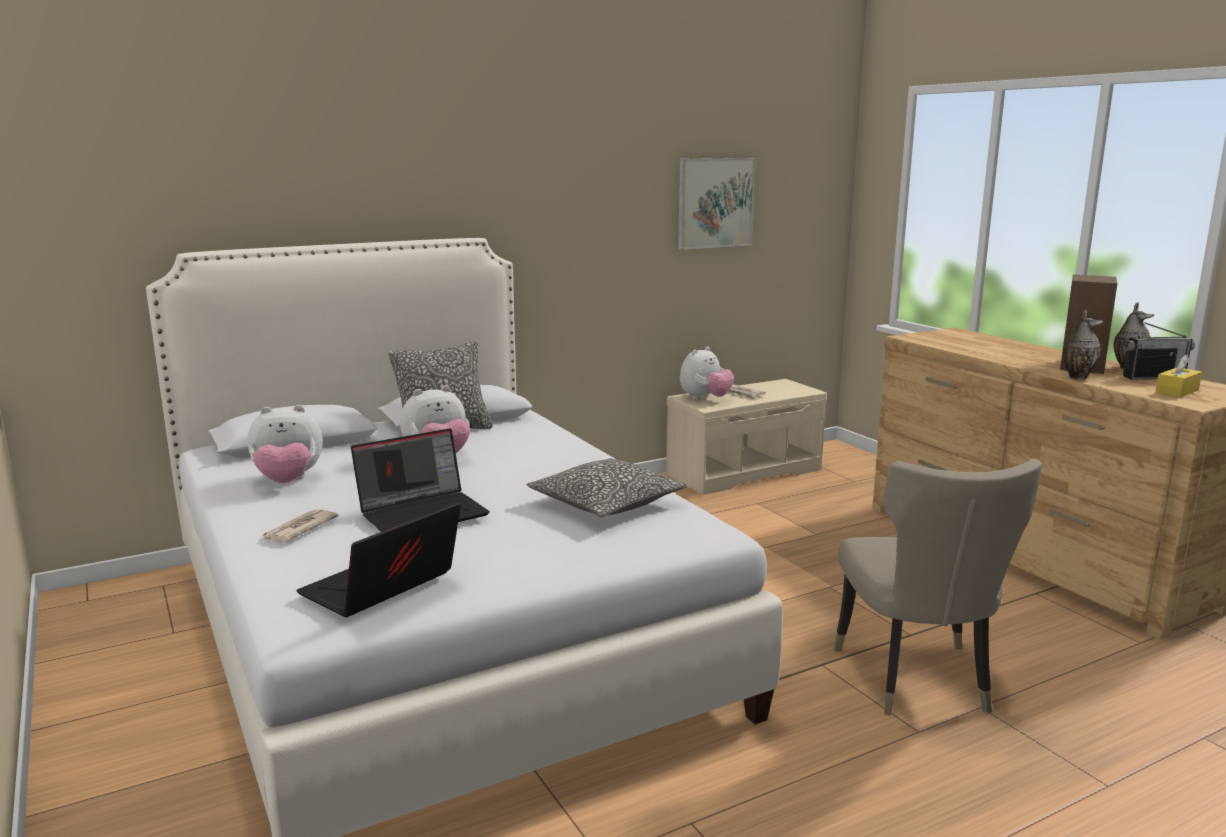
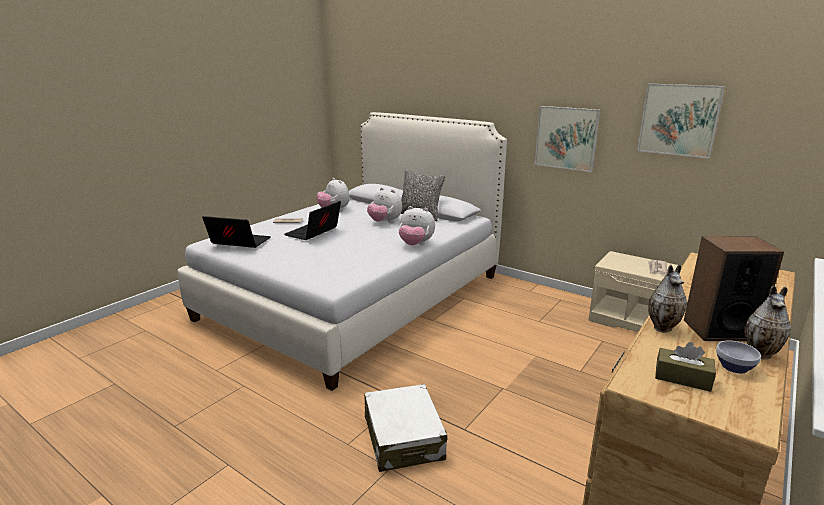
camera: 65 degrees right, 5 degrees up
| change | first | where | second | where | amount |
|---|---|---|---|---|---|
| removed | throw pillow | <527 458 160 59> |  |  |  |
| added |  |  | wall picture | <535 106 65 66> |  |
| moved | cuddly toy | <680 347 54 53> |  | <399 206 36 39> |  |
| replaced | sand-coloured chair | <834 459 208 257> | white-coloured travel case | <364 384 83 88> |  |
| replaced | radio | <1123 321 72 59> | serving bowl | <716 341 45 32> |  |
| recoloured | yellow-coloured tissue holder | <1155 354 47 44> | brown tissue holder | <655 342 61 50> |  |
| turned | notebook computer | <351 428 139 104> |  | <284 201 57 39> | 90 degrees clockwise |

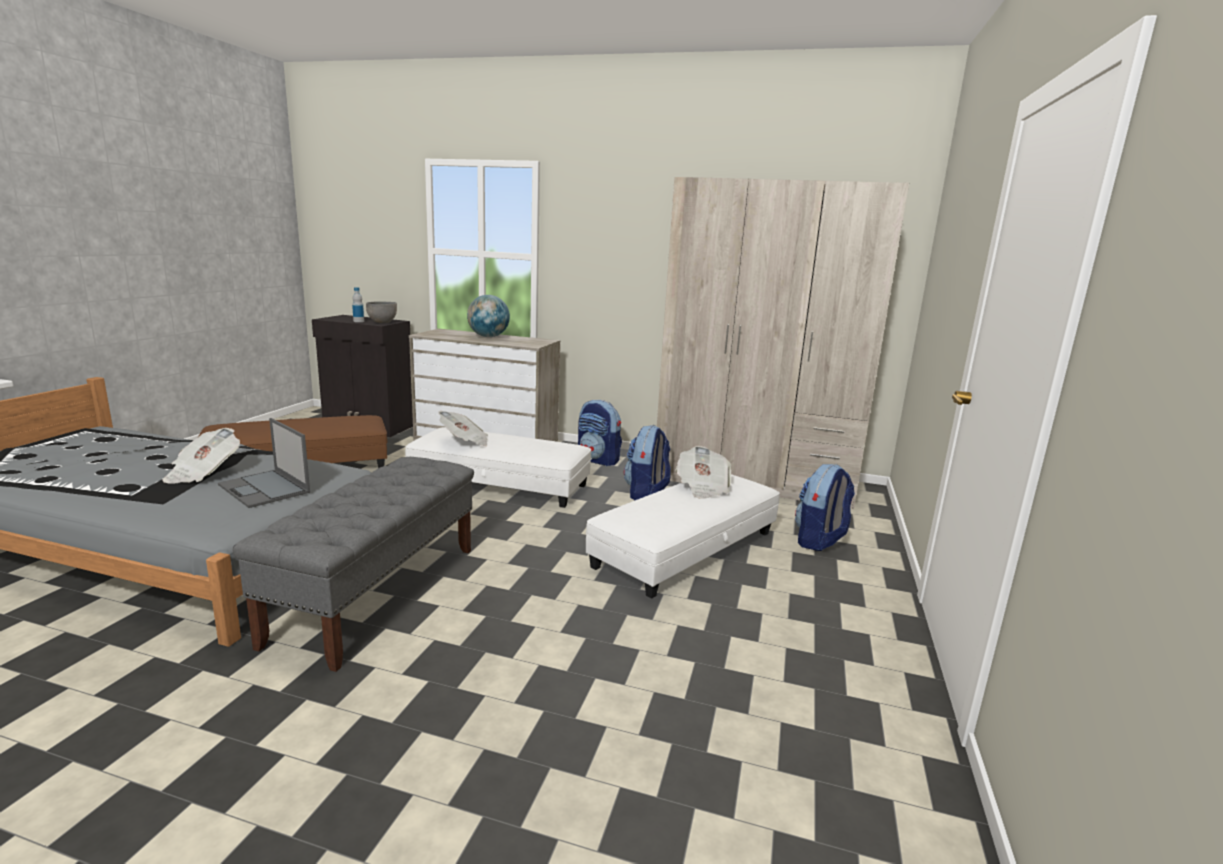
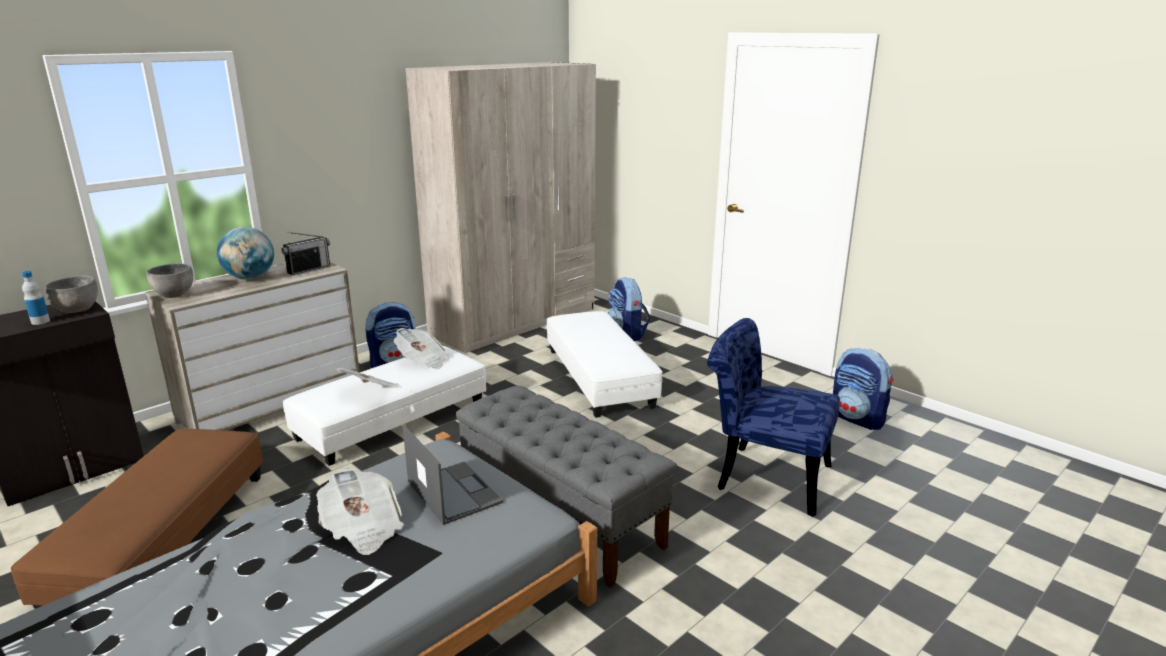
camera: 60 degrees left, 5 degrees up
| change | first | where | second | where | amount |
|---|---|---|---|---|---|
| added |  |  | grey serving bowl | <146 263 47 35> |  |
| added |  |  | radio | <281 232 49 43> |  |
| added |  |  | blue chair | <707 318 133 199> |  |
| moved | rucksack | <624 425 47 75> |  | <833 348 61 82> |  |
| moved | daily paper | <675 446 56 53> |  | <394 328 55 41> |  |
| turned | notebook computer | <218 418 92 90> |  | <402 425 101 100> | 105 degrees counterclockwise |

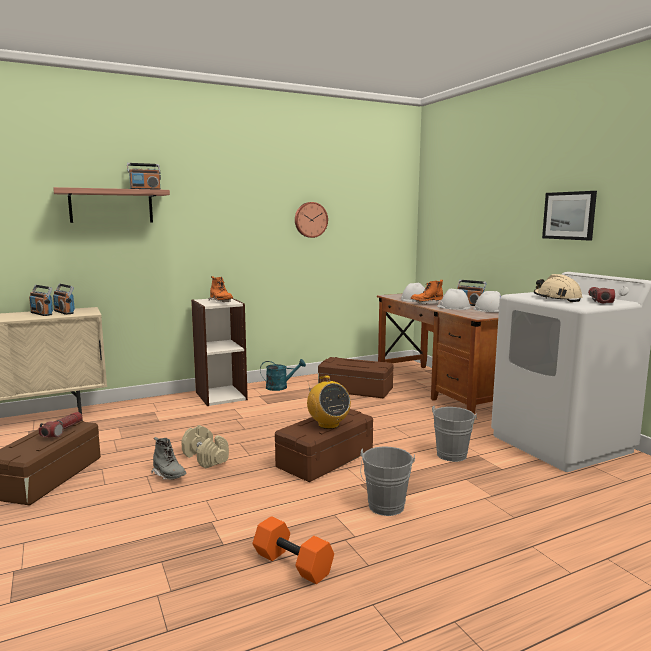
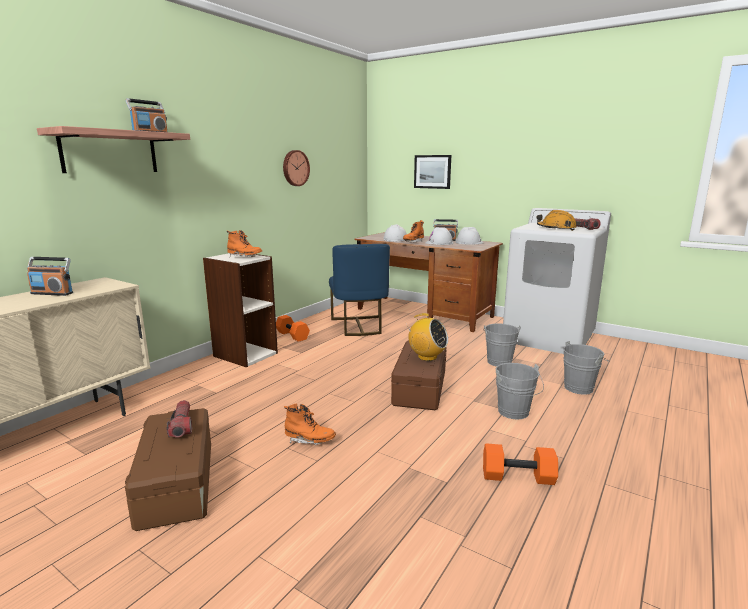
camera: 30 degrees left, 5 degrees up
| change | first | where | second | where | amount |
|---|---|---|---|---|---|
| removed | radio | <53 284 22 31> |  |  |  |
| removed | sand-coloured dumbbell | <181 425 48 43> |  |  |  |
| added |  |  | grey bucket | <563 341 47 53> |  |
| moved | wall picture | <542 191 55 49> |  | <414 155 37 34> |  |
| replaced | turquoise sprinkling can | <260 359 46 32> | orange dumbbell | <276 315 34 27> |  |
| replaced | brown storage container | <318 357 75 41> | blue chair | <329 244 61 92> |  |
| recoloured | grey tall boot | <151 437 35 43> | orange tall boot | <284 404 52 41> |  |
| recoloured | sand-coloured hard hat | <534 274 48 28> | orange hard hat | <537 210 39 21> |  |

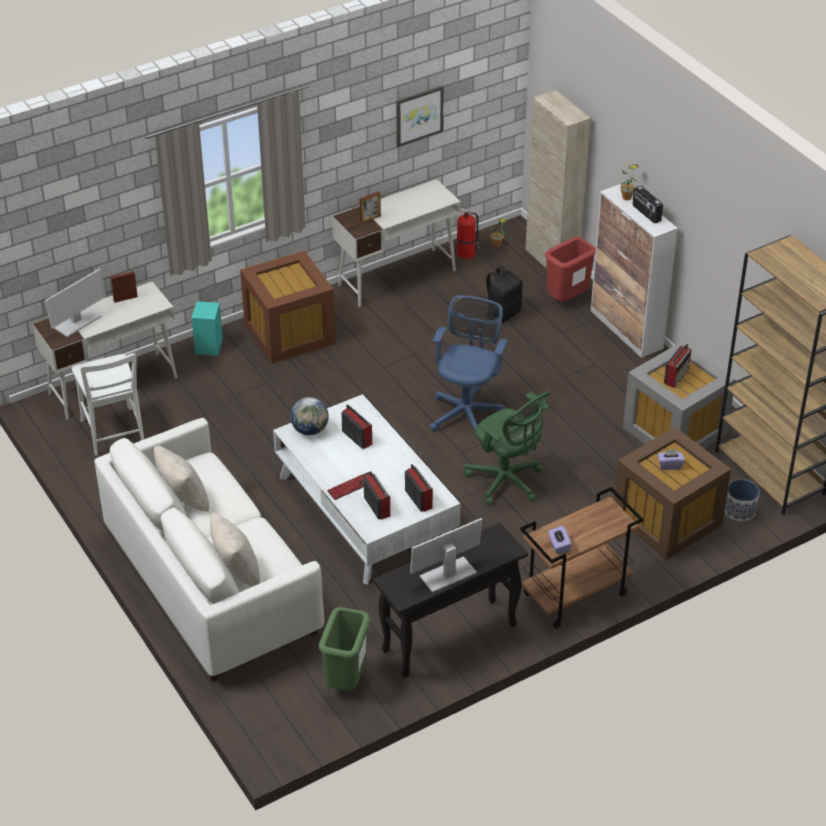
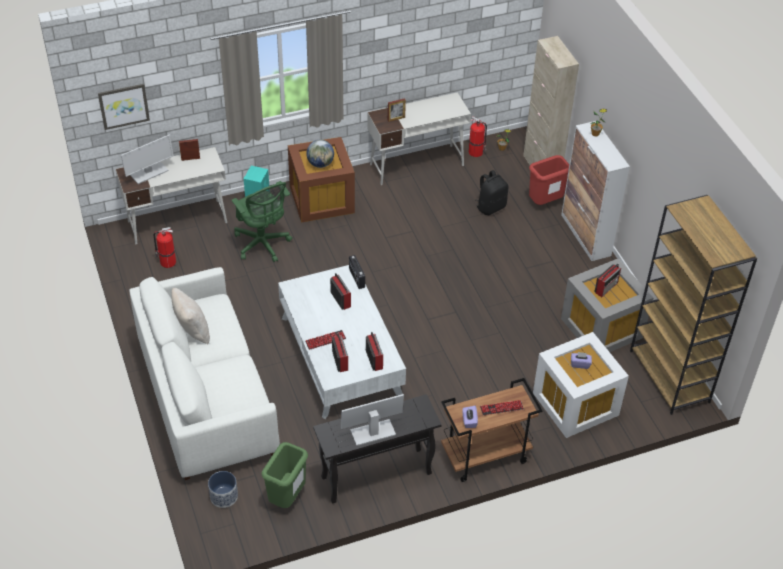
camera: 10 degrees right, 5 degrees up
| change | first | where | second | where | amount |
|---|---|---|---|---|---|
| removed | sand-coloured throw pillow | <210 512 50 74> |  |  |  |
| removed | blue office chair | <430 295 78 137> |  |  |  |
| added |  |  | keyboard | <480 400 44 15> |  |
| moved | globe | <290 397 39 38> |  | <306 140 28 28> |  |
| moved | wall picture | <396 86 48 61> |  | <98 84 52 46> |  |
| moved | green-coloured office chair | <464 391 87 114> |  | <232 181 60 81> |  |
| moved | radio | <633 186 30 38> |  | <349 255 16 34> |  |
| moved | flower pot | <725 479 35 42> |  | <208 471 30 37> |  |
| replaced | white-coloured chair | <71 353 73 102> | extinguisher | <153 227 23 41> |  |
| recoloured | brown storage container | <614 427 117 133> | white-coloured storage container | <533 332 96 106> |  |

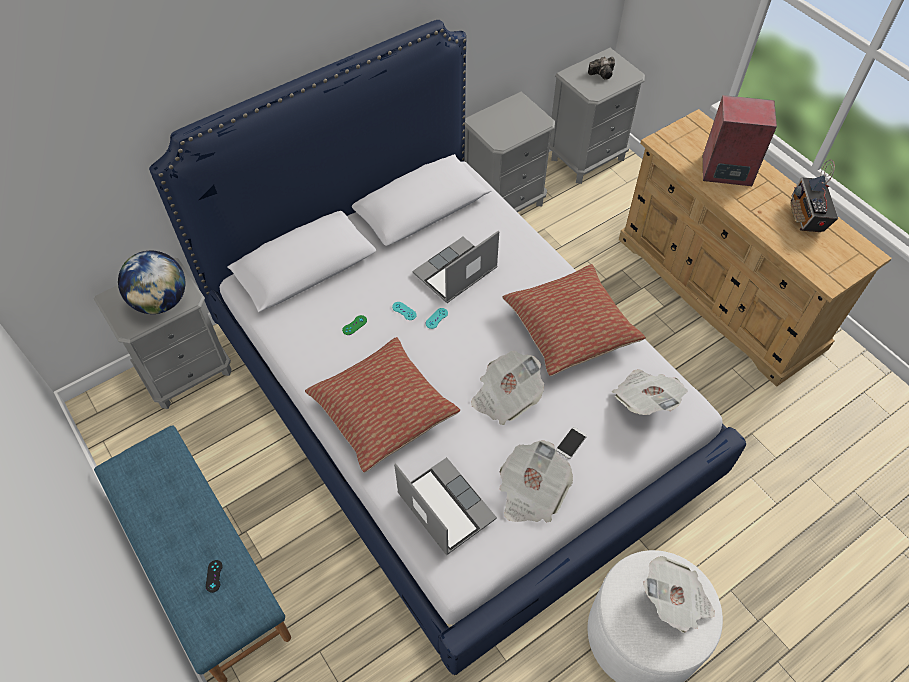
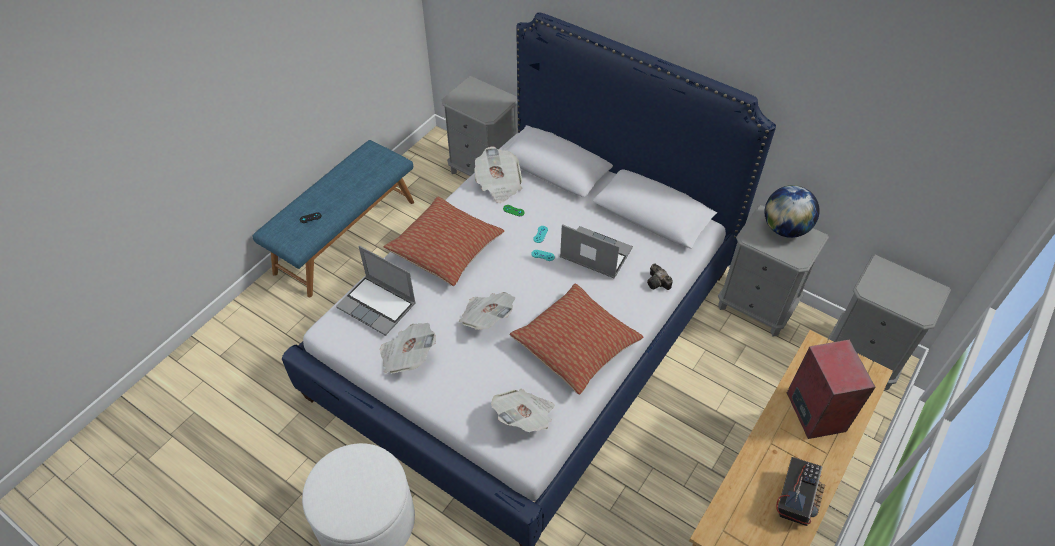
camera: 70 degrees right, 5 degrees down
| change | first | where | second | where | amount |
|---|---|---|---|---|---|
| removed | telephone | <556 427 31 32> |  |  |  |
| moved | globe | <118 251 67 63> |  | <765 185 55 53> |  |
| moved | photo camera | <588 57 27 23> |  | <647 263 26 27> |  |
| moved | daily paper | <643 556 72 77> |  | <474 146 48 57> |  |
| turned | notebook computer | <394 457 103 99> |  | <336 246 80 90> | 90 degrees clockwise |
| turned | radio | <790 160 48 72> |  | <776 457 49 69> | 135 degrees clockwise |

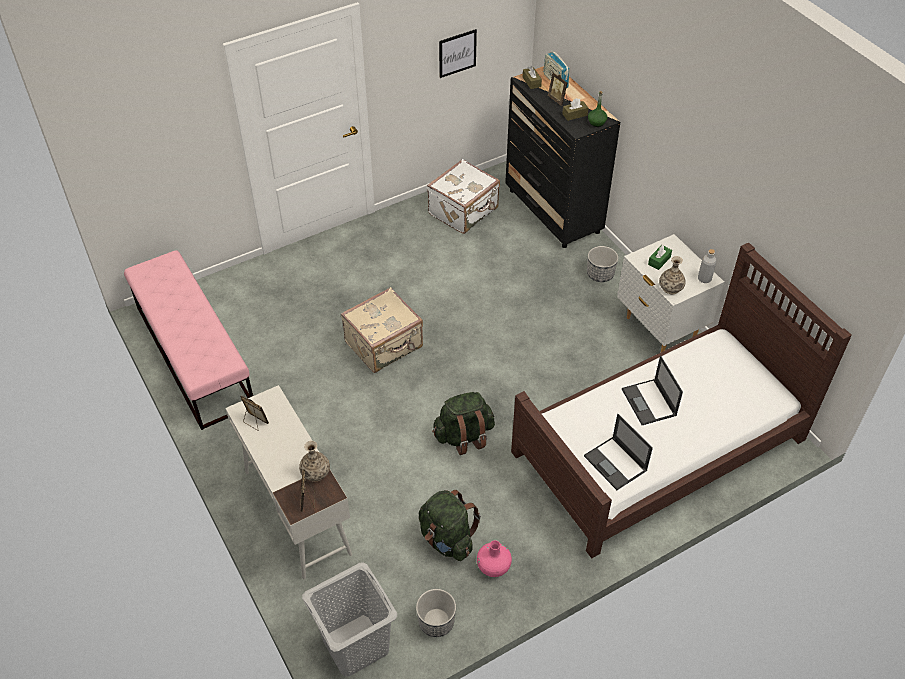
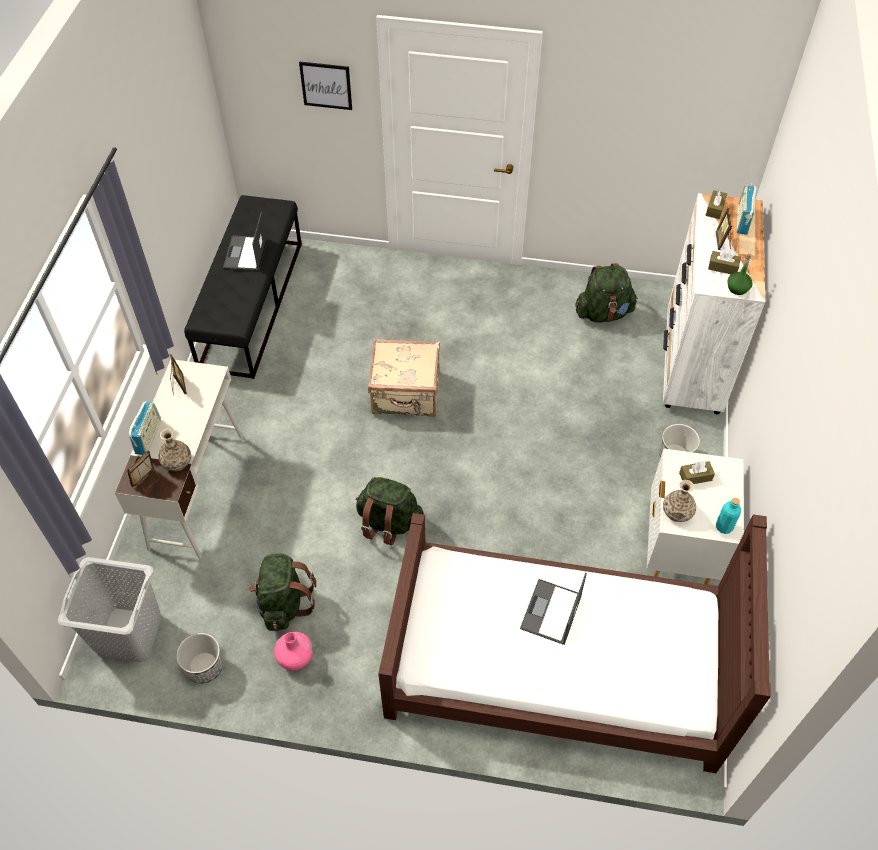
camera: 40 degrees right, 5 degrees up
| change | first | where | second | where | amount |
|---|---|---|---|---|---|
| added |  |  | radio | <129 401 32 54> |  |
| moved | wall picture | <439 29 38 49> |  | <299 61 53 49> |  |
| moved | notebook computer | <584 414 69 76> |  | <223 211 44 60> |  |
| replaced | white-coloured travel case | <427 159 73 75> | green-coloured rucksack | <575 263 63 60> |  |
| recoloured | pinkish bench | <124 250 129 180> | black-coloured bench | <184 195 118 184> |  |
| recoloured | black-coloured chest of drawers | <505 66 115 182> | white-coloured chest of drawers | <663 193 102 222> |  |
| recoloured | green-coloured tissue holder | <648 245 24 25> | brown tissue holder | <679 461 36 23> |  |
| recoloured | grey drink bottle | <698 249 18 34> | turquoise drink bottle | <716 497 25 37> |  |

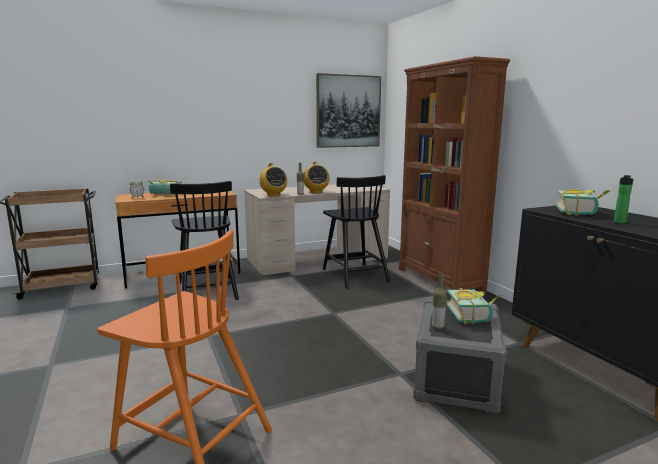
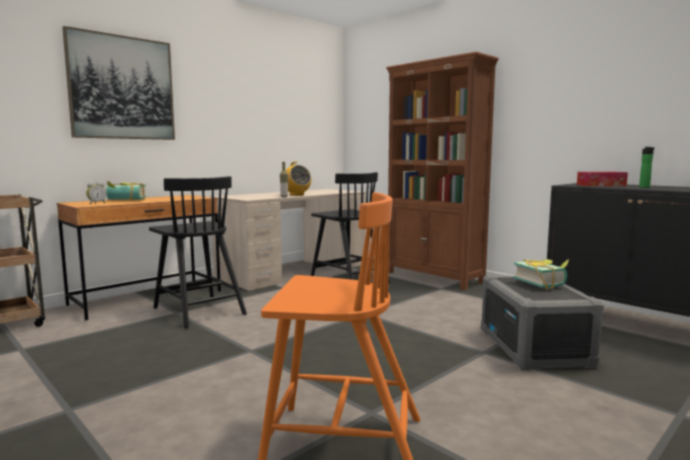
camera: 20 degrees left, 5 degrees down
| change | first | where | second | where | amount |
|---|---|---|---|---|---|
| removed | radio | <259 163 28 33> |  |  |  |
| removed | drink bottle | <432 273 15 56> |  |  |  |
| moved | wall picture | <316 73 65 75> |  | <62 26 113 114> |  |
| replaced | volume | <556 189 54 27> | tissue holder | <577 172 51 14> |  |

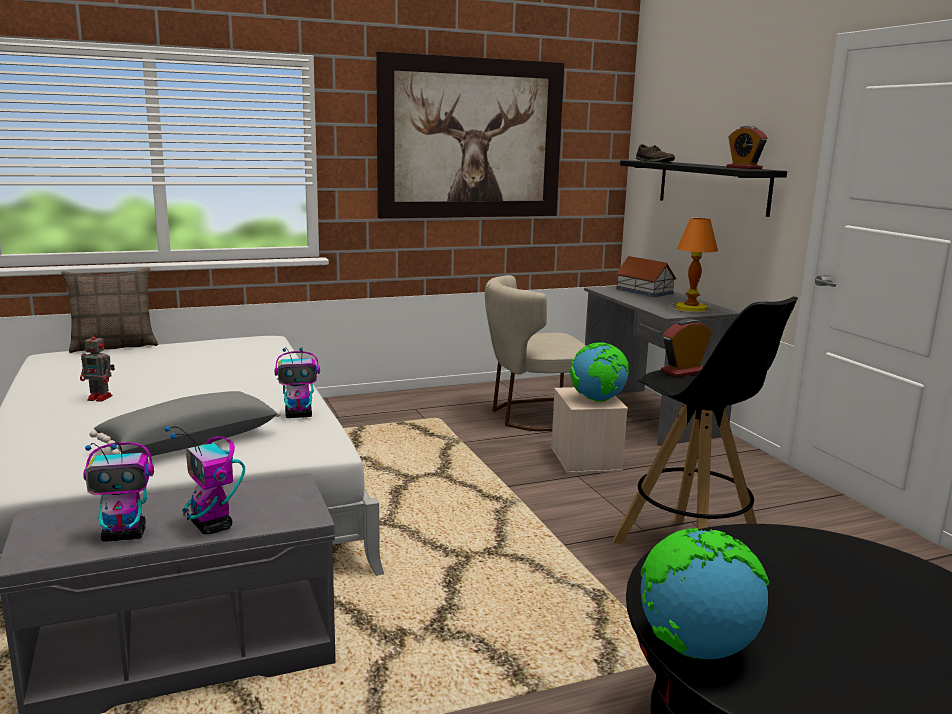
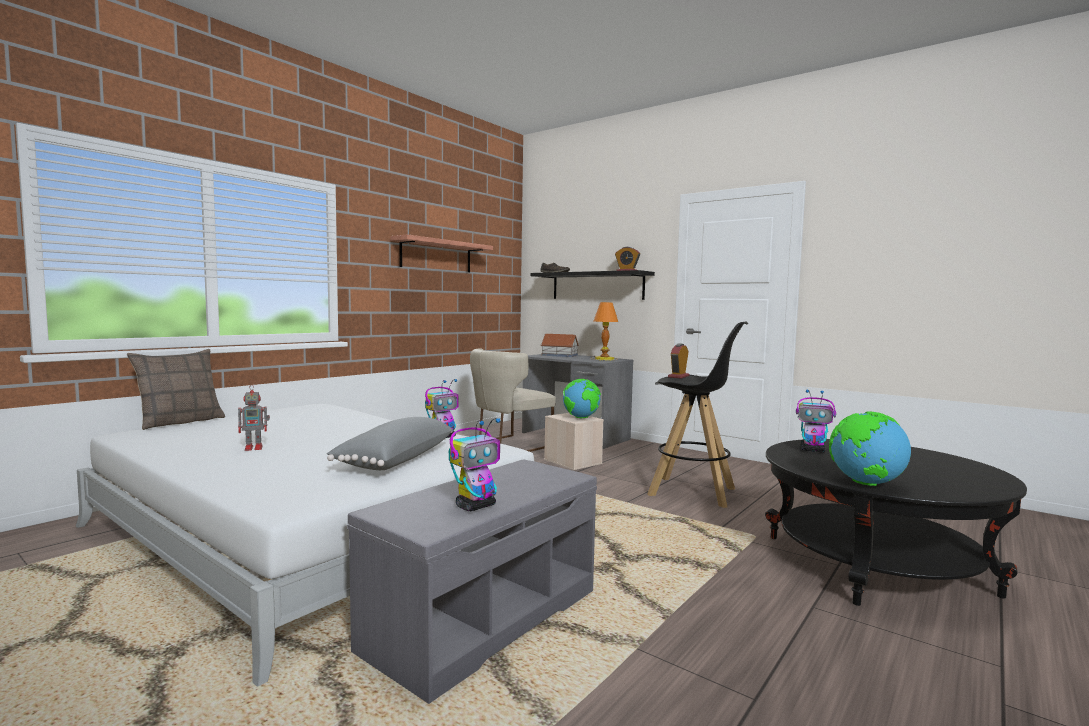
camera: 30 degrees left, 10 degrees down
| change | first | where | second | where | amount |
|---|---|---|---|---|---|
| moved | toy robot | <164 426 81 108> |  | <796 390 40 62> |  |
| replaced | wall picture | <376 52 188 166> | shelf | <390 234 103 38> |  |

